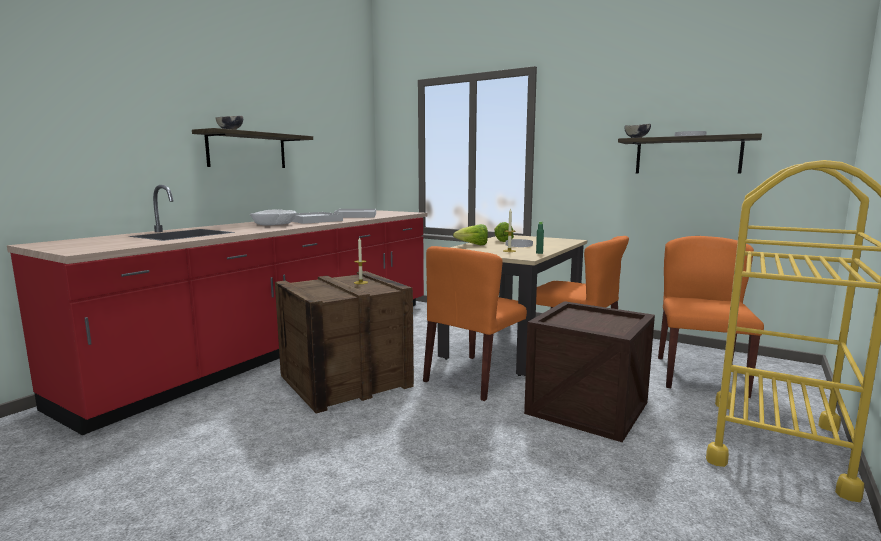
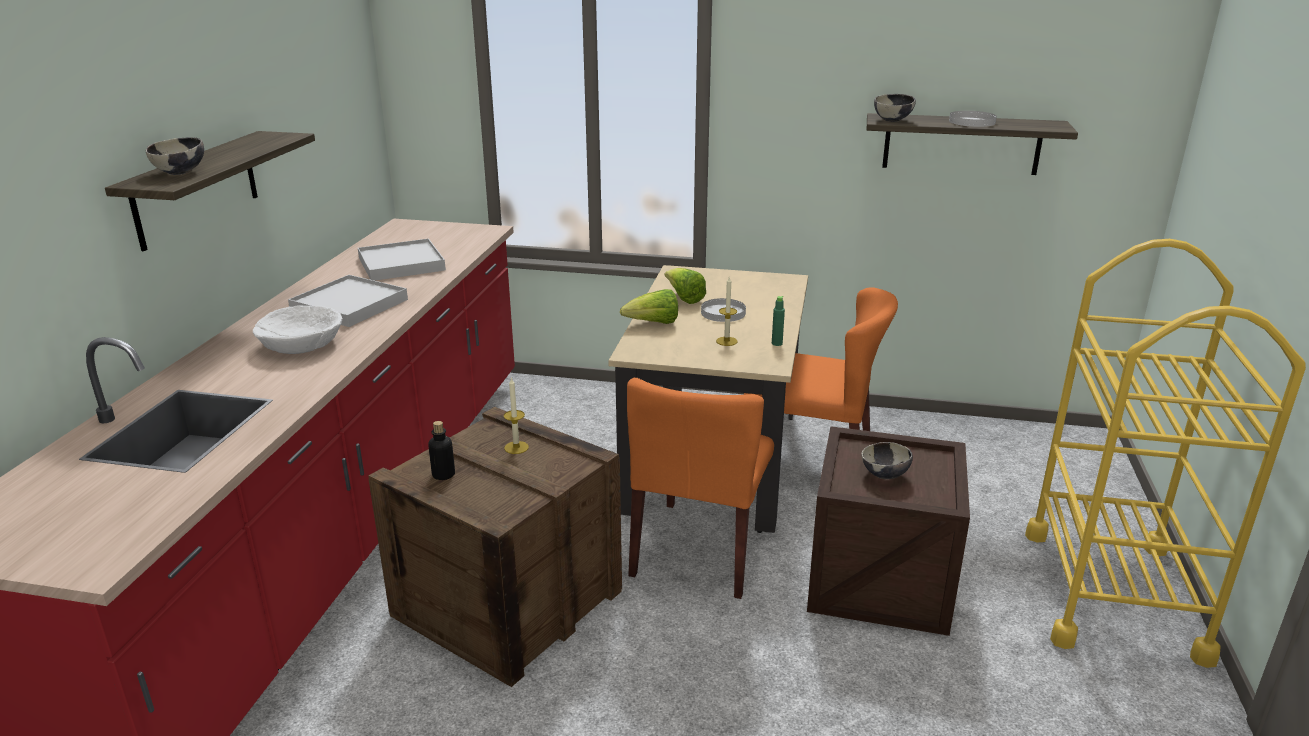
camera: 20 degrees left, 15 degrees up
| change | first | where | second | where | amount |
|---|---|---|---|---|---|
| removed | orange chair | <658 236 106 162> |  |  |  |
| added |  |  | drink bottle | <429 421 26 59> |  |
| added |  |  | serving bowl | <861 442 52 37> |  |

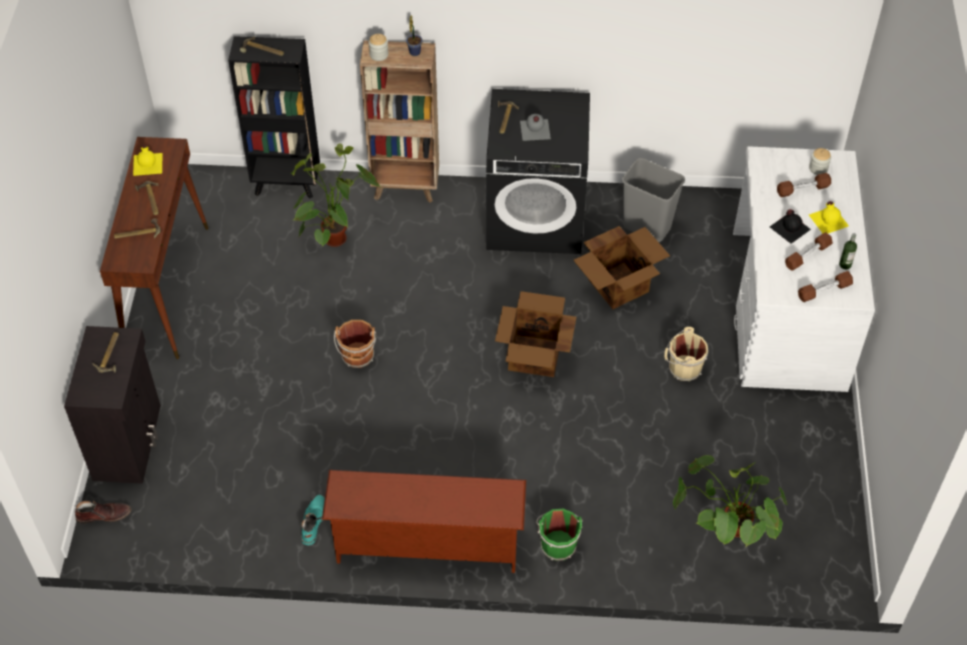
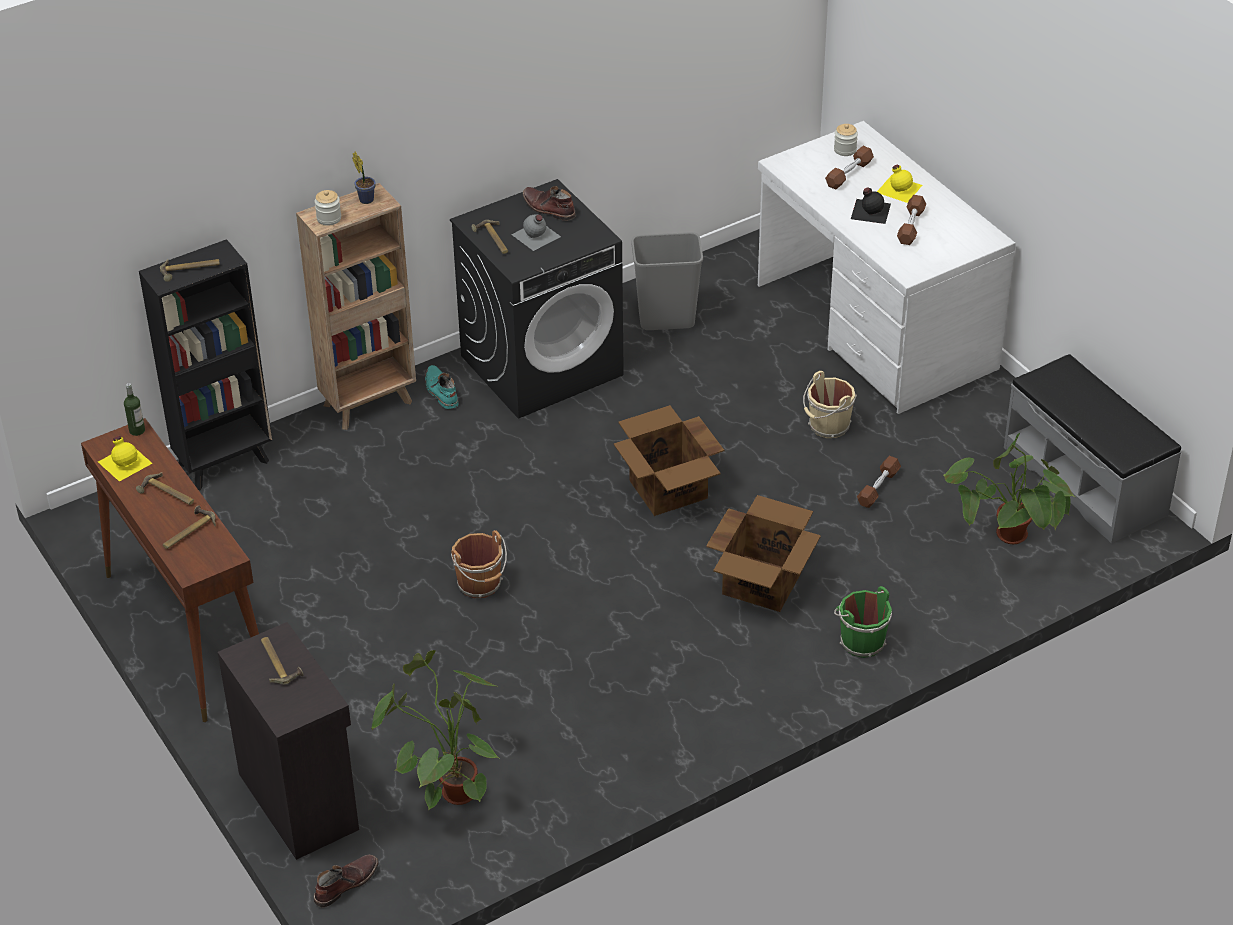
camera: 35 degrees left, 10 degrees down
| change | first | where | second | where | amount |
|---|---|---|---|---|---|
| removed | brown shoe shelf | <322 470 204 103> |  |  |  |
| added |  |  | brown tall boot | <523 186 53 35> |  |
| added |  |  | grey bench | <1004 354 177 189> |  |
| moved | potted plant | <290 143 91 104> |  | <371 650 129 160> |  |
| moved | turquoise tall boot | <301 495 24 51> |  | <425 365 33 44> |  |
| moved | packing box | <573 226 97 83> |  | <706 495 115 117> |  |
| moved | brown dumbbell | <798 271 55 31> |  | <857 456 44 52> |  |
| moved | drink bottle | <839 233 18 36> |  | <124 383 21 53> |  |

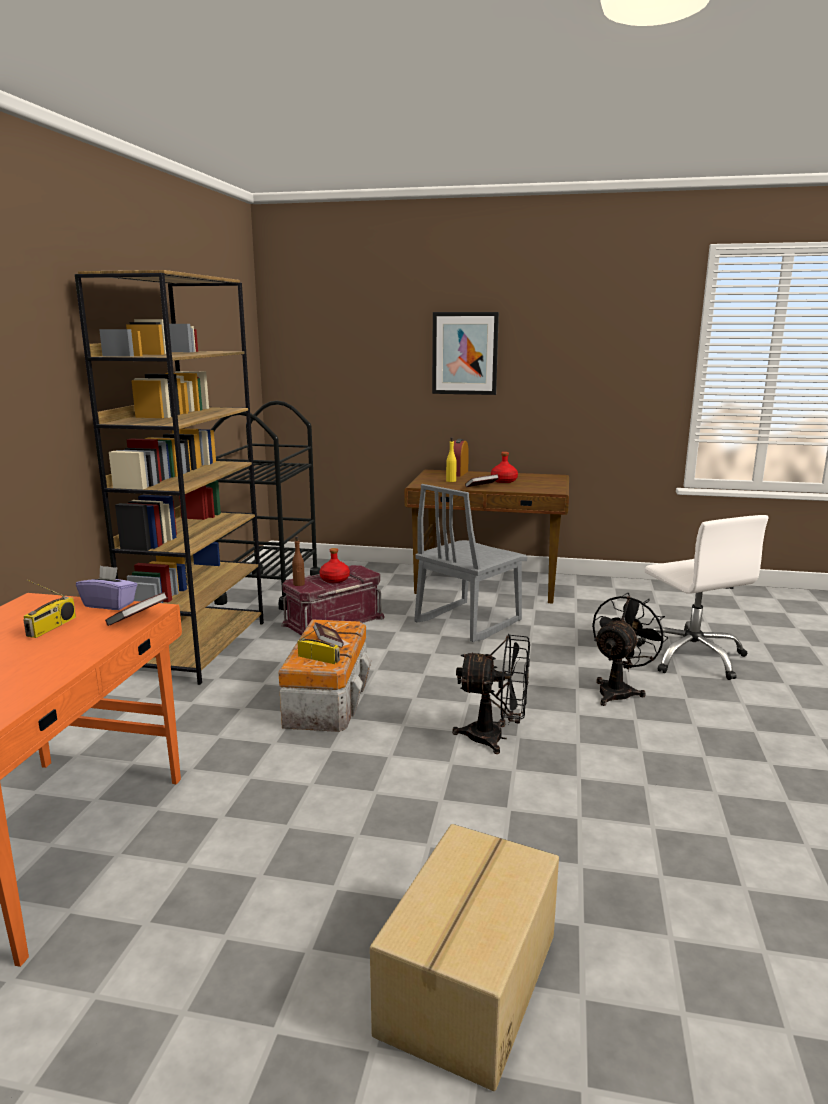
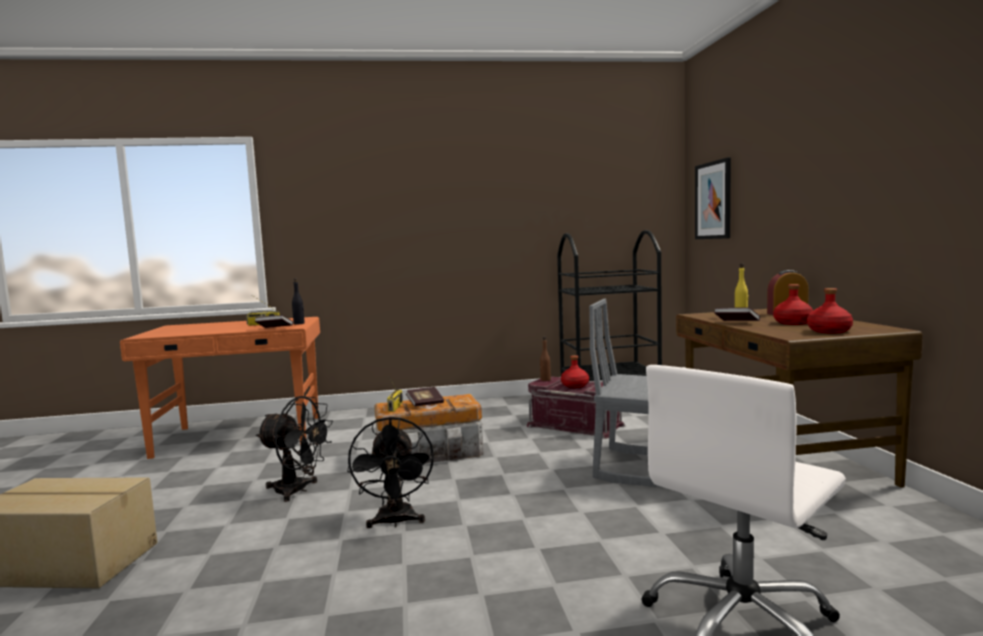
camera: 70 degrees right, 10 degrees down
| change | first | where | second | where | amount |
|---|---|---|---|---|---|
| removed | brown bookshelf | <75 270 189 415> |  |  |  |
| added |  |  | red drink bottle | <807 288 46 45> |  |
| moved | wall picture | <432 312 67 83> |  | <695 157 36 82> |  |
| moved | black-coloured electric fan | <592 593 76 113> |  | <256 396 77 106> |  |
| replaced | purple-coloured tissue holder | <76 566 62 44> | black-coloured drink bottle | <292 278 13 47> |  |

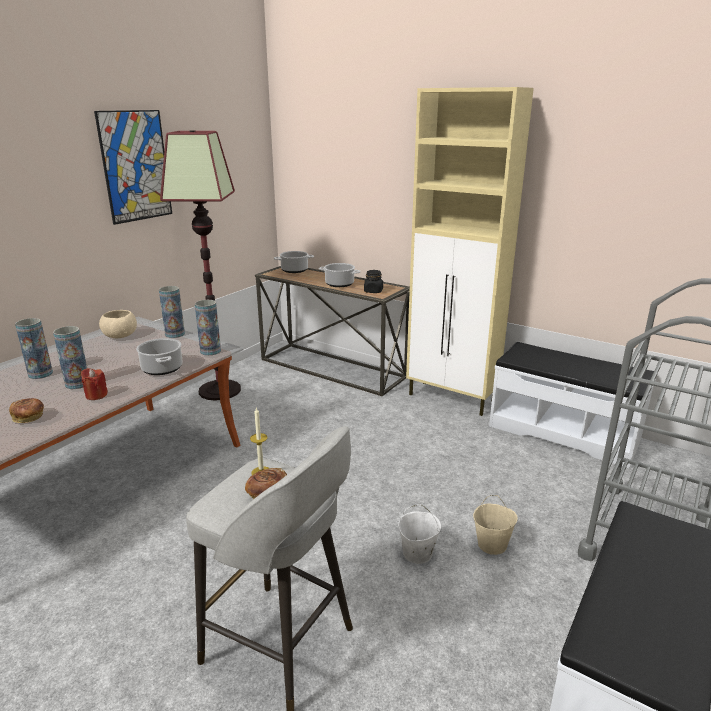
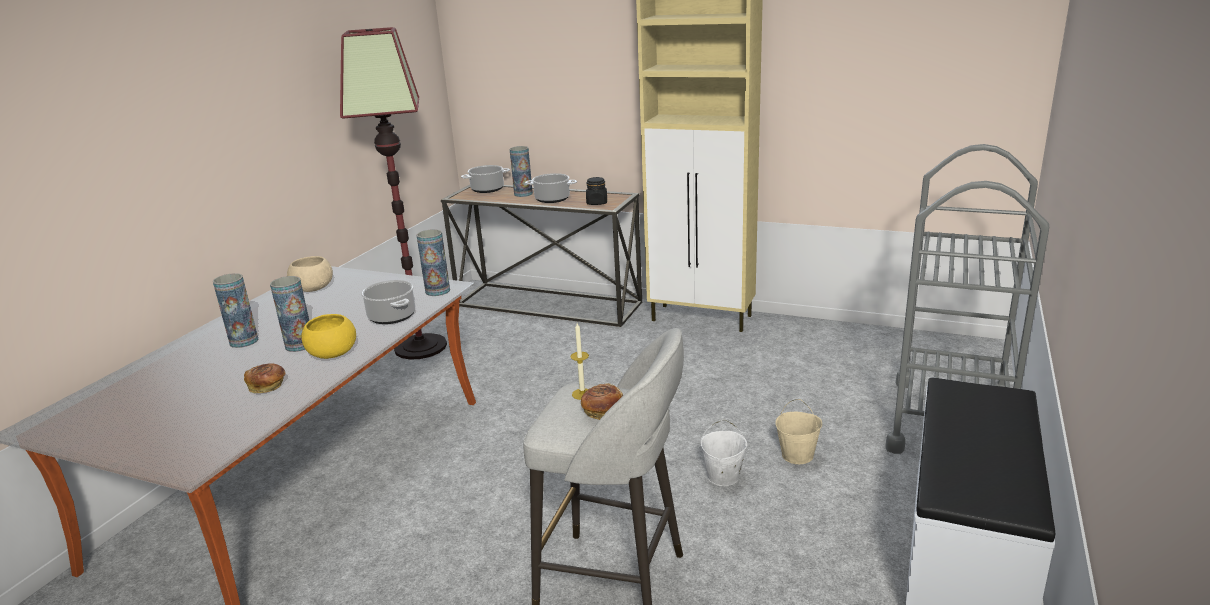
camera: 10 degrees left, 0 degrees up
| change | first | where | second | where | amount |
|---|---|---|---|---|---|
| removed | wall picture | <94 110 78 115> |  |  |  |
| removed | white-coloured bench | <489 342 167 127> |  |  |  |
| moved | flower vase | <159 286 26 52> |  | <510 146 23 51> |  |
| replaced | red candle | <81 368 27 32> | yellow-coloured serving bowl | <301 314 55 45> |  |

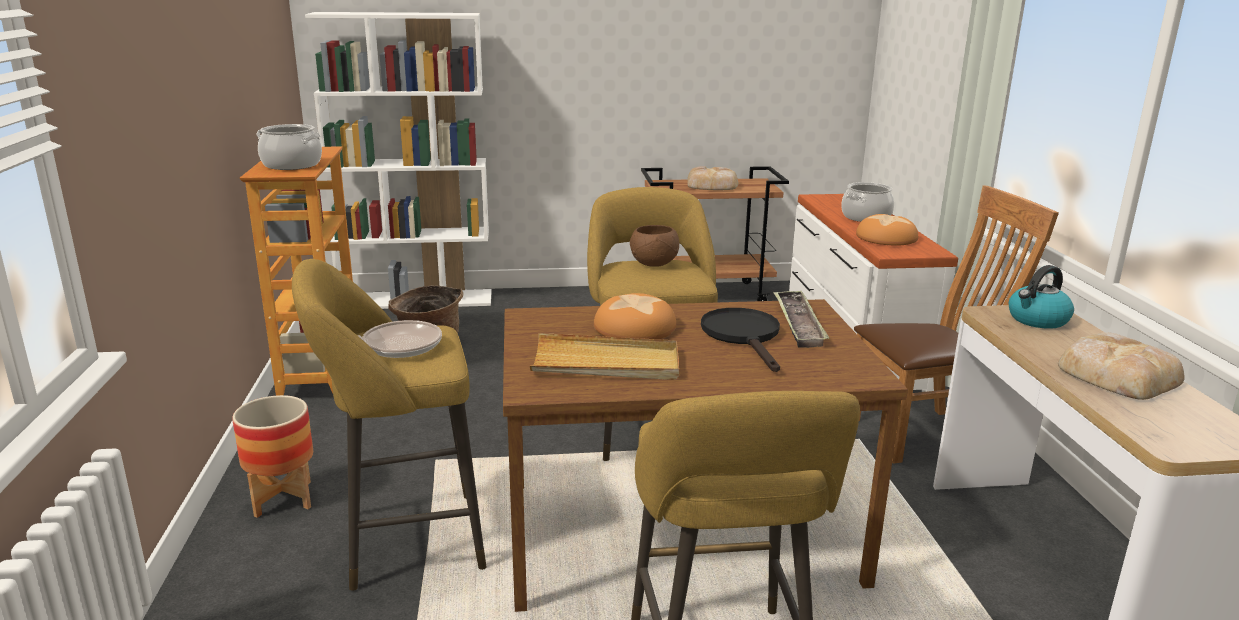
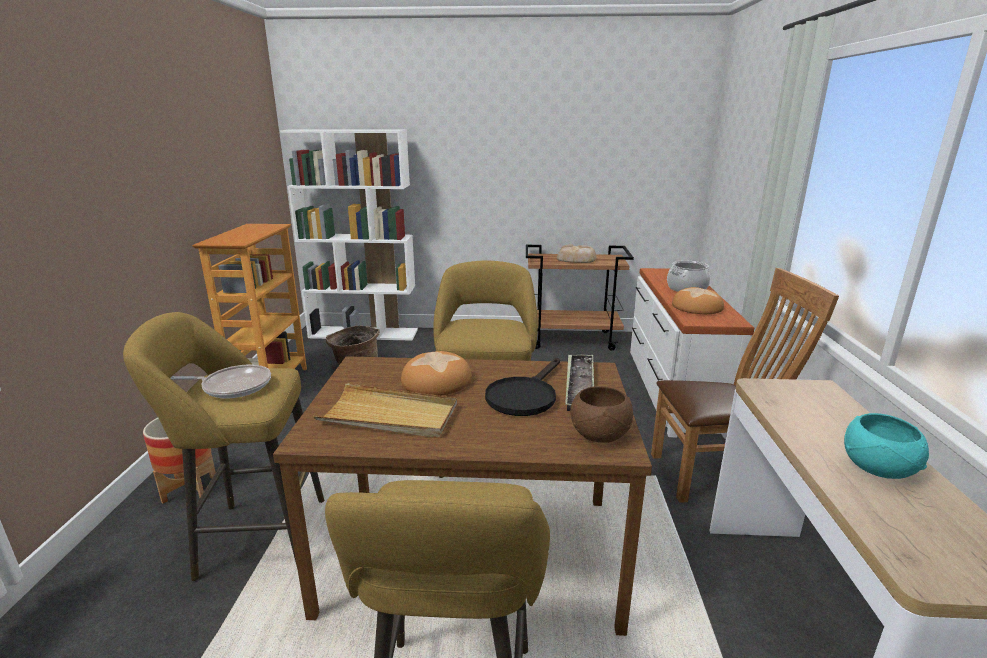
camera: 10 degrees right, 0 degrees up
| change | first | where | second | where | amount |
|---|---|---|---|---|---|
| removed | saucepot | <256 124 66 46> |  |  |  |
| removed | kettle | <1009 265 65 64> |  |  |  |
| moved | brown serving bowl | <630 225 49 42> |  | <570 386 63 57> |  |
| replaced | bread | <1058 332 127 68> | turquoise serving bowl | <844 413 85 66> |  |
| turned | black-coloured frying pan | <701 308 79 64> |  | <485 358 75 58> | 150 degrees counterclockwise |

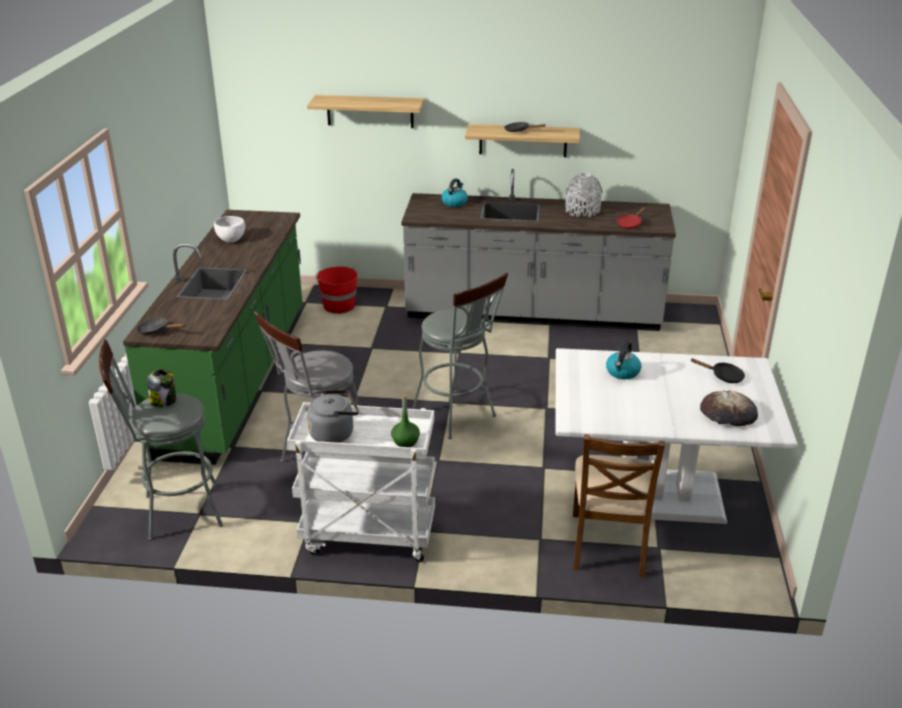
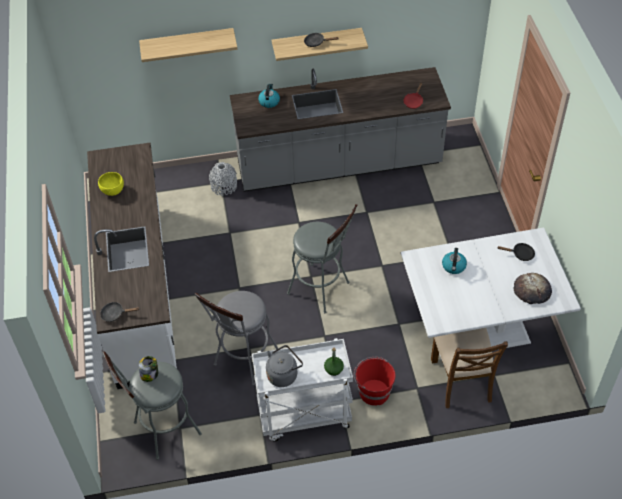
camera: 15 degrees left, 20 degrees up
| change | first | where | second | where | amount |
|---|---|---|---|---|---|
| moved | red bucket | <315 266 43 48> |  | <354 357 42 49> |  |
| moved | grey flower vase | <565 173 37 44> |  | <209 162 28 34> |  |
| recoloured | green-coloured counter | <123 210 179 255> | white-coloured counter | <87 143 90 246> |  |
| recoloured | white-coloured serving bowl | <214 216 31 27> | yellow-coloured serving bowl | <98 172 26 24> |  |

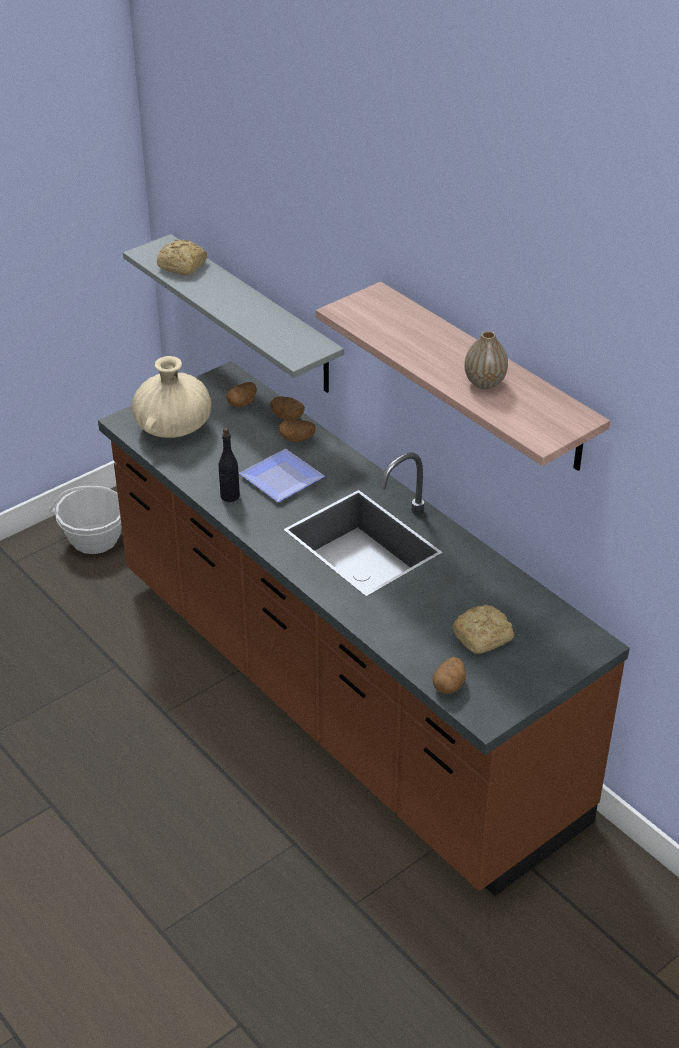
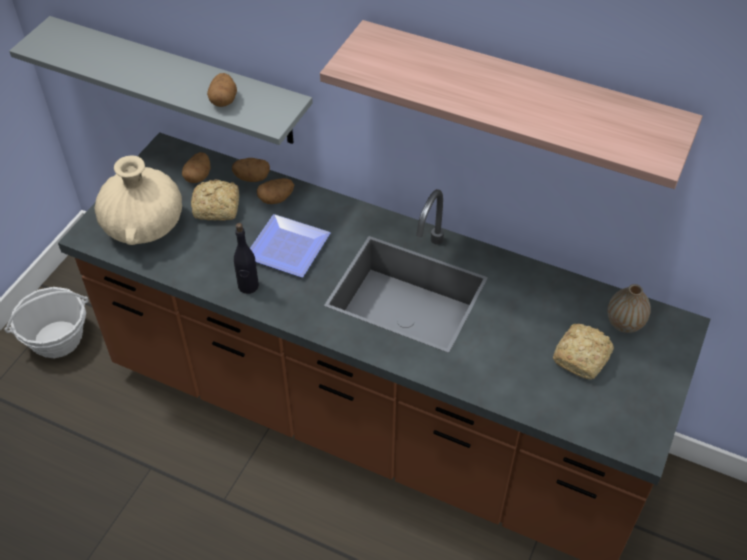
camera: 25 degrees left, 10 degrees up
| change | first | where | second | where | amount |
|---|---|---|---|---|---|
| moved | bread | <157 239 50 36> |  | <191 180 48 41> |  |
| moved | whole potato | <433 657 33 37> |  | <207 73 30 34> |  |
| moved | flower vase | <464 331 44 58> |  | <607 284 44 49> |  |

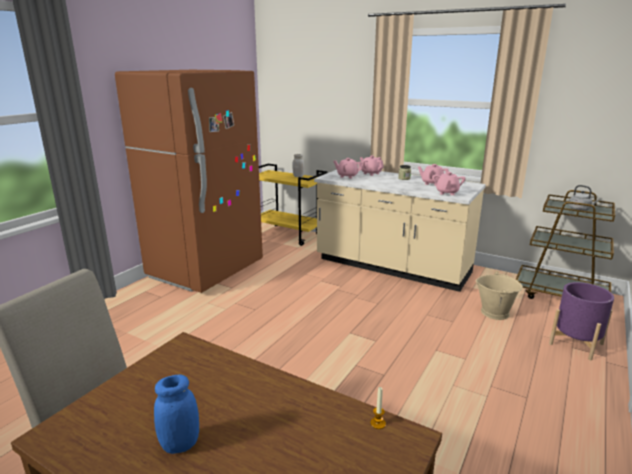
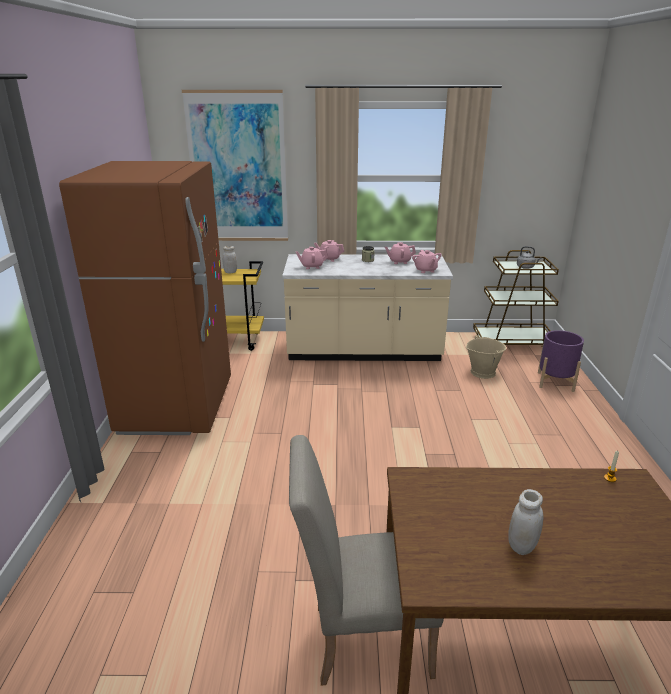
camera: 30 degrees left, 5 degrees up
| change | first | where | second | where | amount |
|---|---|---|---|---|---|
| added |  |  | wall picture | <182 90 106 151> |  |
| recoloured | blue storage jar | <154 375 45 79> | white-coloured storage jar | <508 489 35 66> |  |

